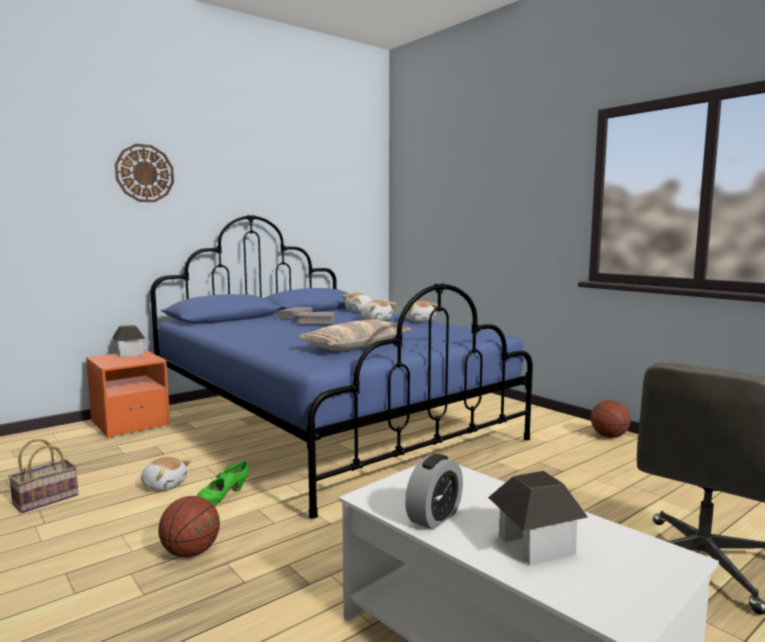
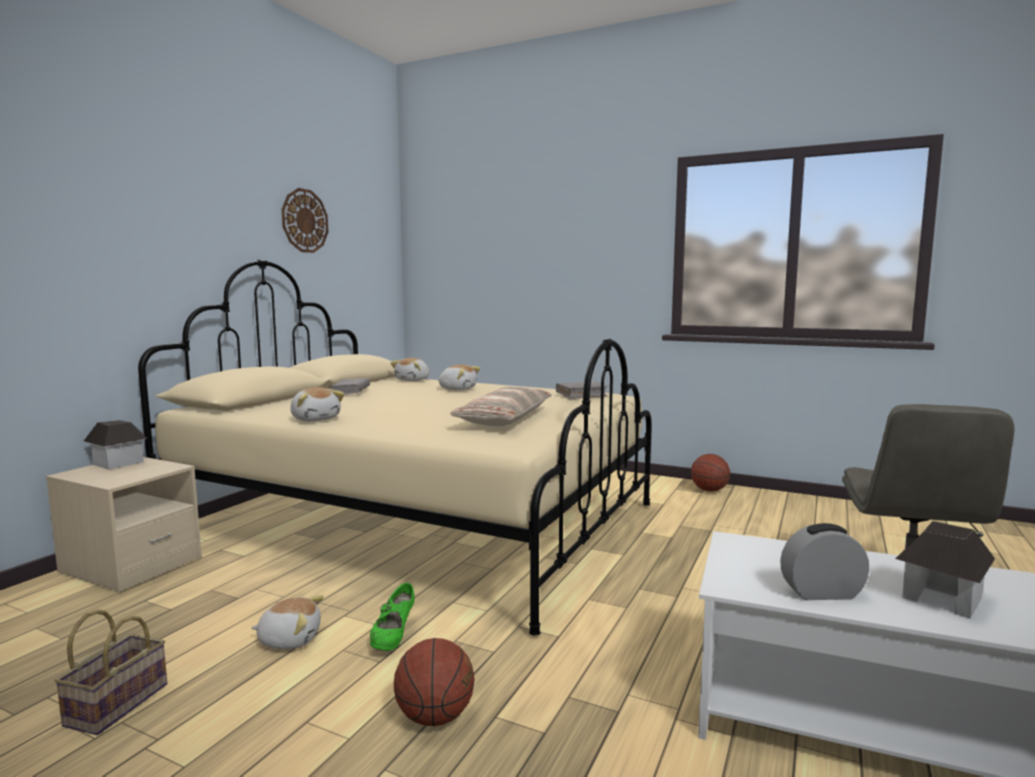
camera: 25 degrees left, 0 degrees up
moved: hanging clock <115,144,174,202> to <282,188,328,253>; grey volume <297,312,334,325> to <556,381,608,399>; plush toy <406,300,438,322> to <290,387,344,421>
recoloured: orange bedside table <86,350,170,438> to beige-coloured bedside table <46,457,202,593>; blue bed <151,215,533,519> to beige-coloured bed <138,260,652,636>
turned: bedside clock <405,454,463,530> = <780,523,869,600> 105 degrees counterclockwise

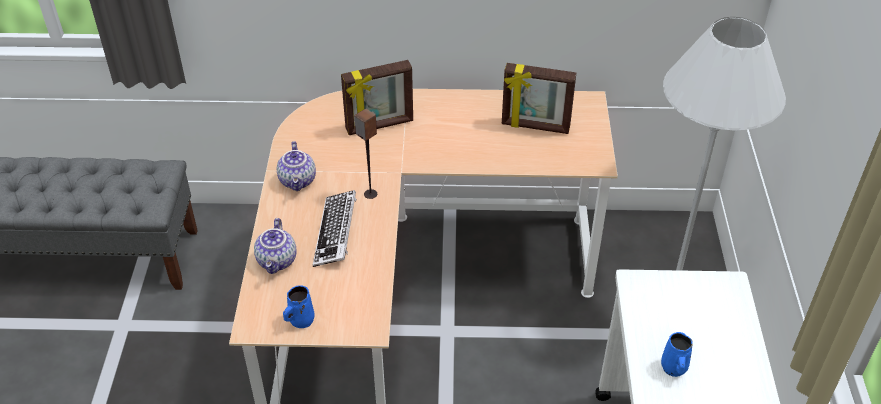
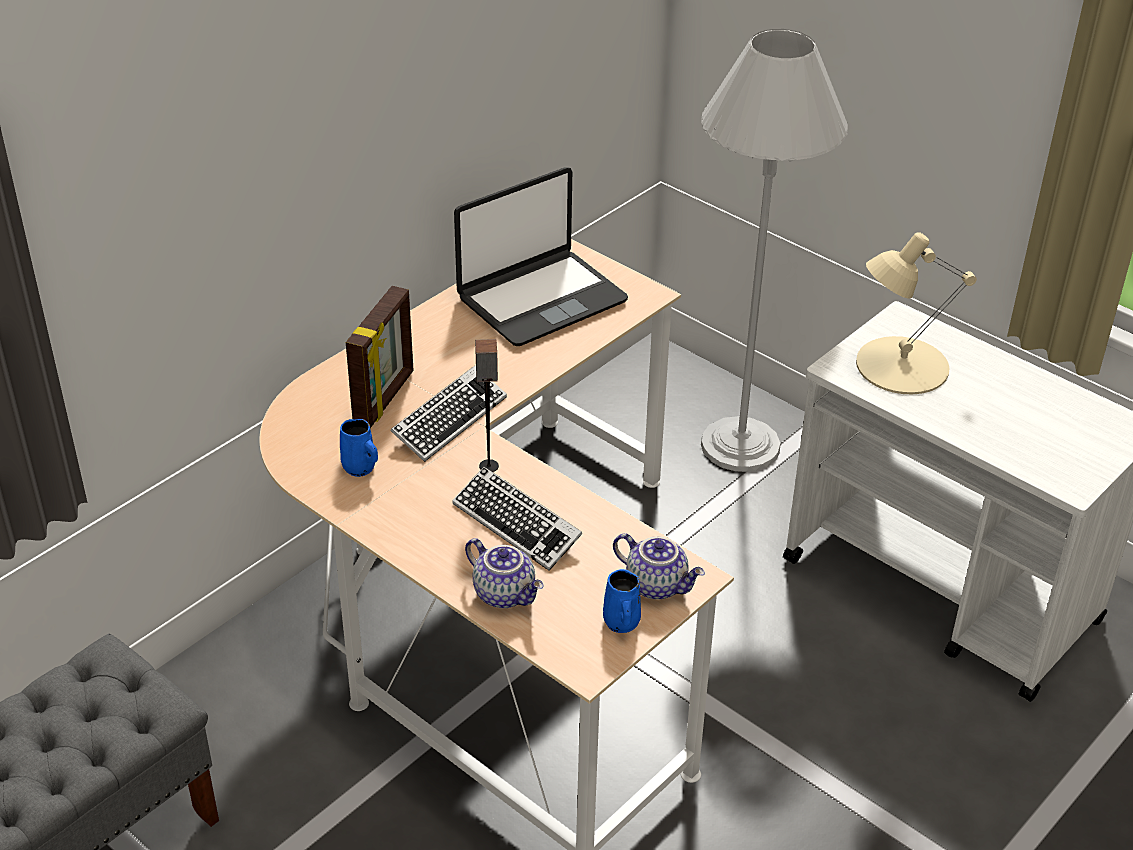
camera: 50 degrees left, 5 degrees down
added: PC keyboard <391,366,507,462>; beige-coloured table lamp <856,232,977,394>
moved: teapot <277,141,316,191> to <613,533,705,600>; blue coffee mug <661,332,693,377> to <340,419,378,477>
replaced: standing frame <502,63,576,134> to portable computer <454,167,628,346>

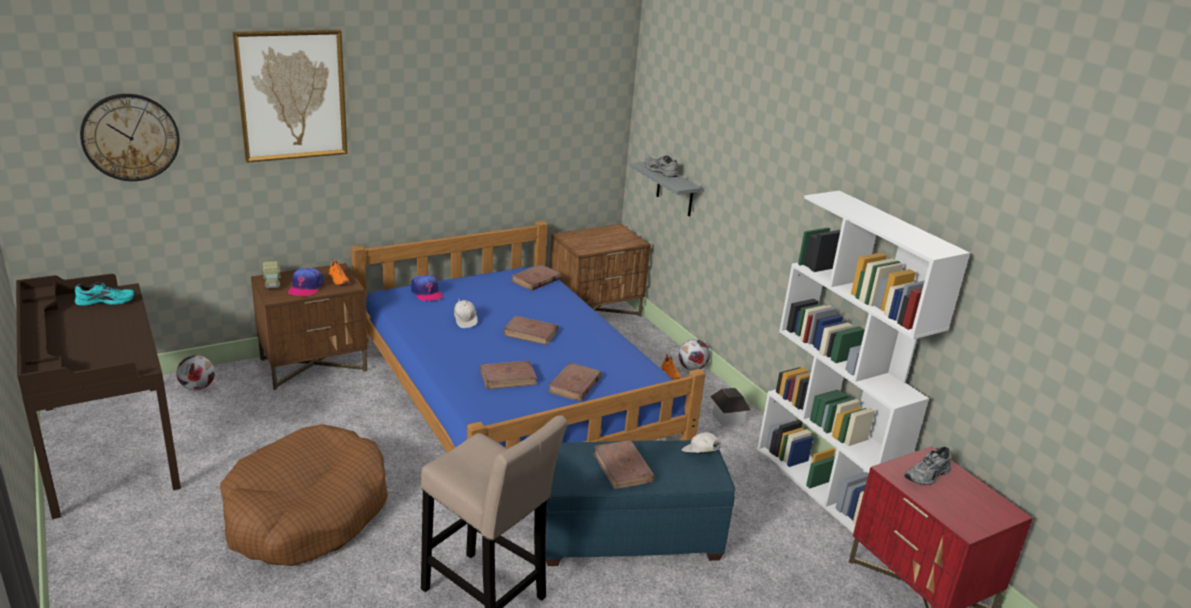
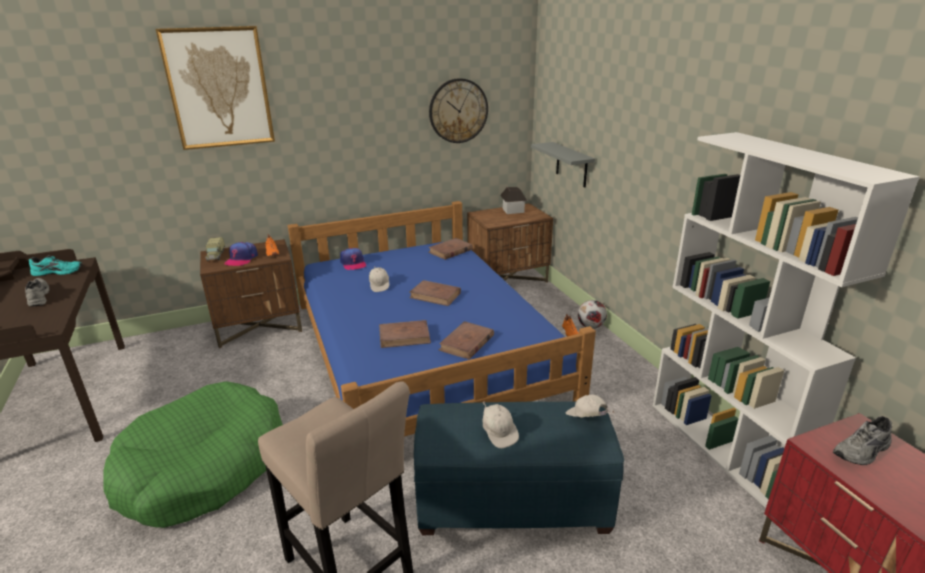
camera: 10 degrees right, 0 degrees up
removed: football <176,355,215,390>
moved: hanging clock <80,94,180,181> to <429,78,488,143>; grey shoe <645,156,678,177> to <25,278,49,306>; model house <710,388,751,427> to <500,187,527,214>
replaced: brown-coloured volume <593,440,655,489> to white peaked cap <483,401,519,448>
recoloured: brown-coloured dog cushion <220,424,388,566> to greenish dog cushion <104,381,283,528>

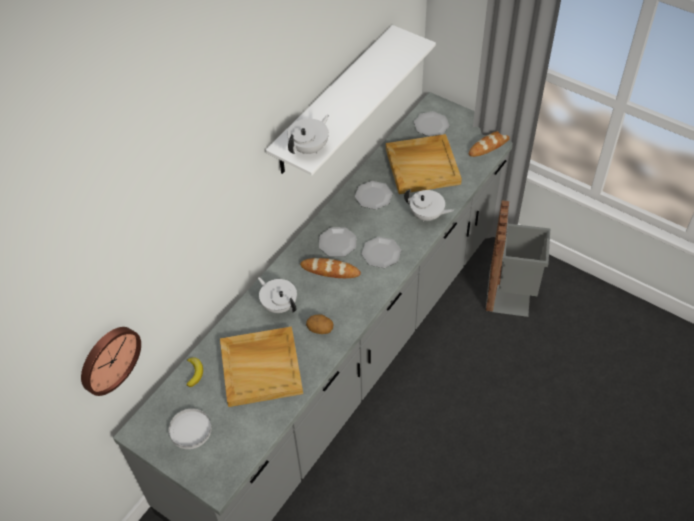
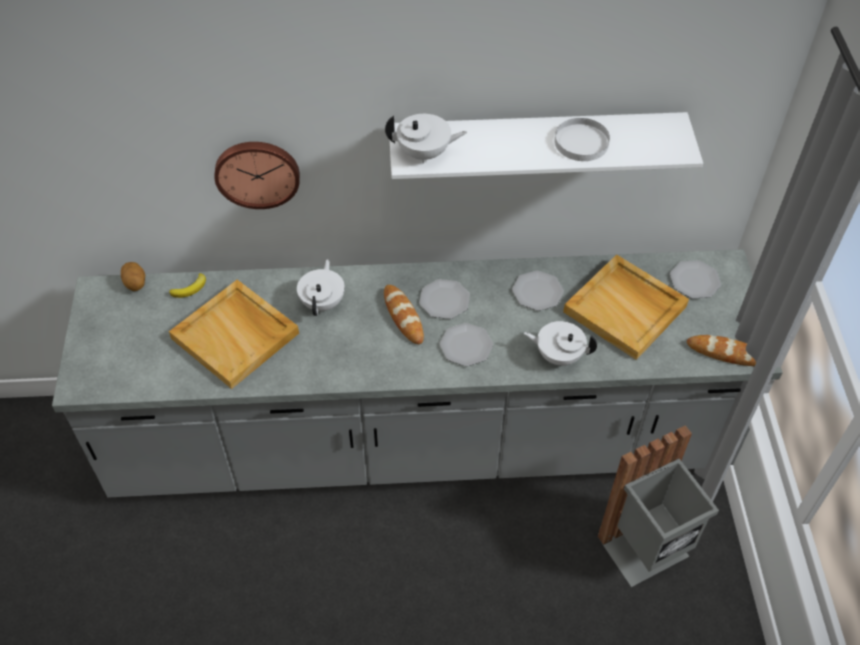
camera: 50 degrees right, 0 degrees up
moved: hanging clock <81,327,141,396> to <214,142,300,209>; white flat dish <169,408,211,449> to <555,118,610,161>; spud <306,314,333,334> to <121,262,145,291>
turned: white teapot <404,189,454,222> = <524,321,597,366> 120 degrees clockwise

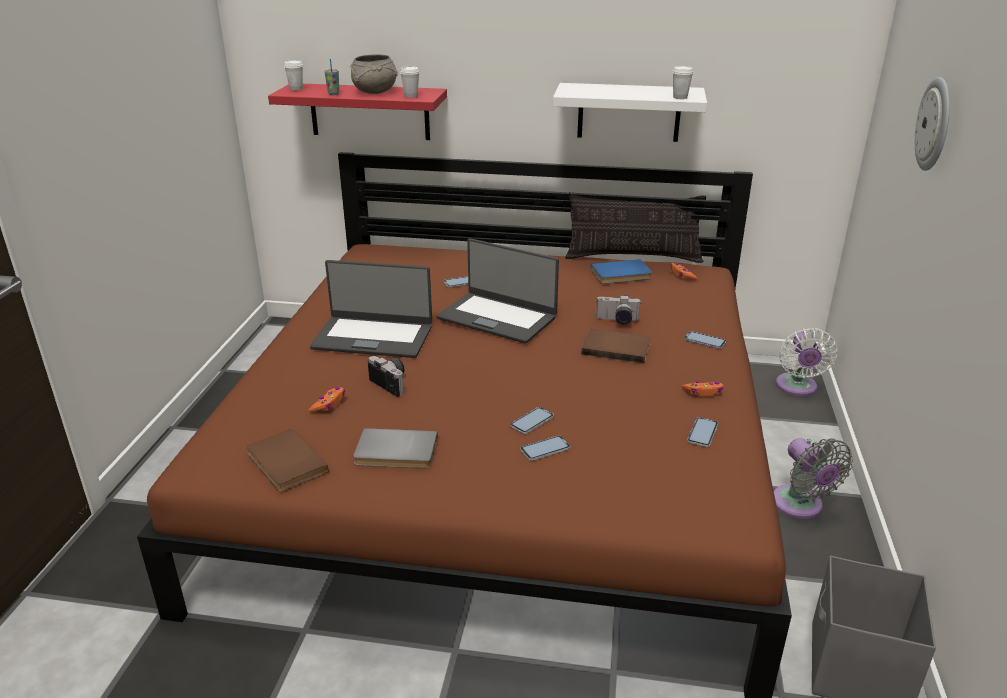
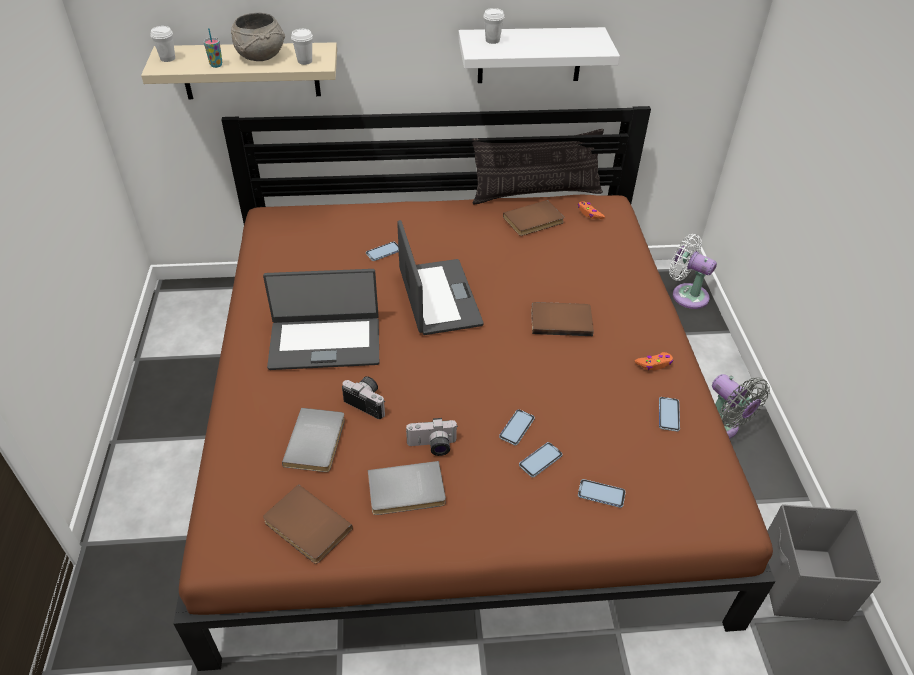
camera: 15 degrees left, 15 degrees up
removed: hanging clock <915,77,950,171>
moved: photo camera <596,295,641,325> to <406,418,457,456>; white cup <672,66,693,99> to <483,8,504,44>; telephone <684,331,726,349> to <578,479,626,508>
replaced: orange game controller <309,387,345,413> to grey volume <282,408,345,472>
recoloured: red wall shelf <268,84,447,140> to beige-coloured wall shelf <141,42,337,99>; blue volume <591,259,652,284> to brown-coloured volume <503,200,564,236>
turned: portable computer <437,238,559,344> = <397,220,484,335> 120 degrees counterclockwise; white electric fan <776,328,838,396> = <669,234,717,309> 135 degrees clockwise

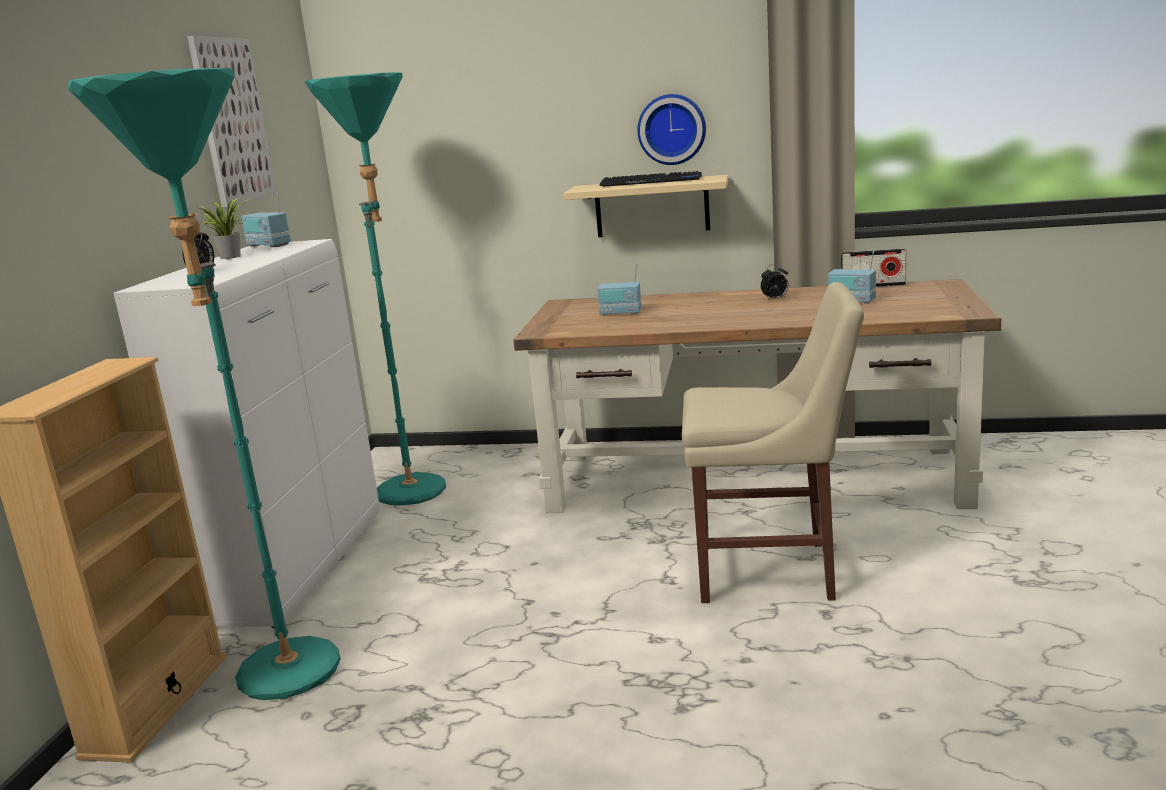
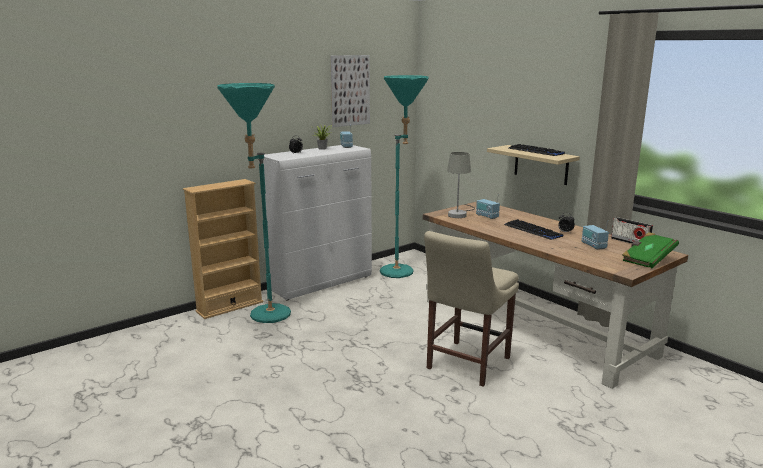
camera: 40 degrees right, 0 degrees up
removed: hanging clock <637,94,706,165>
added: grey table lamp <447,152,475,218>; PC keyboard <504,219,563,240>; greenish volume <622,232,679,268>
turned: beige-coloured chair <682,282,864,603> = <424,231,519,387> 75 degrees clockwise

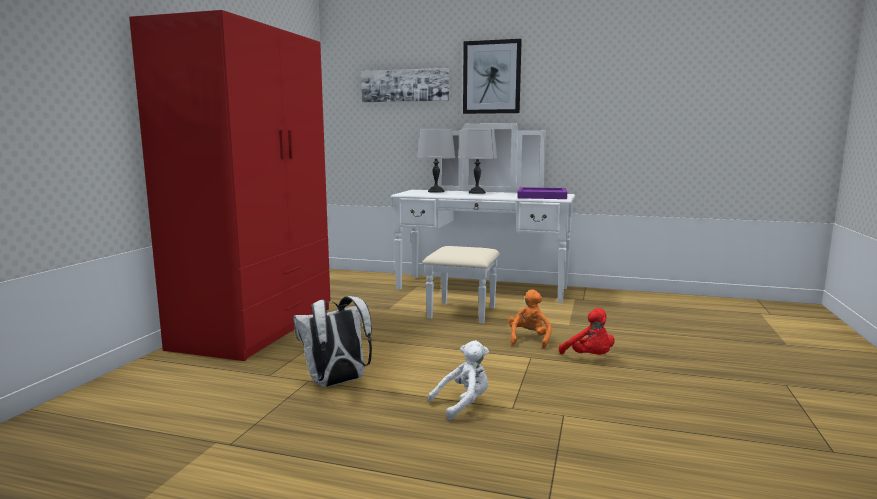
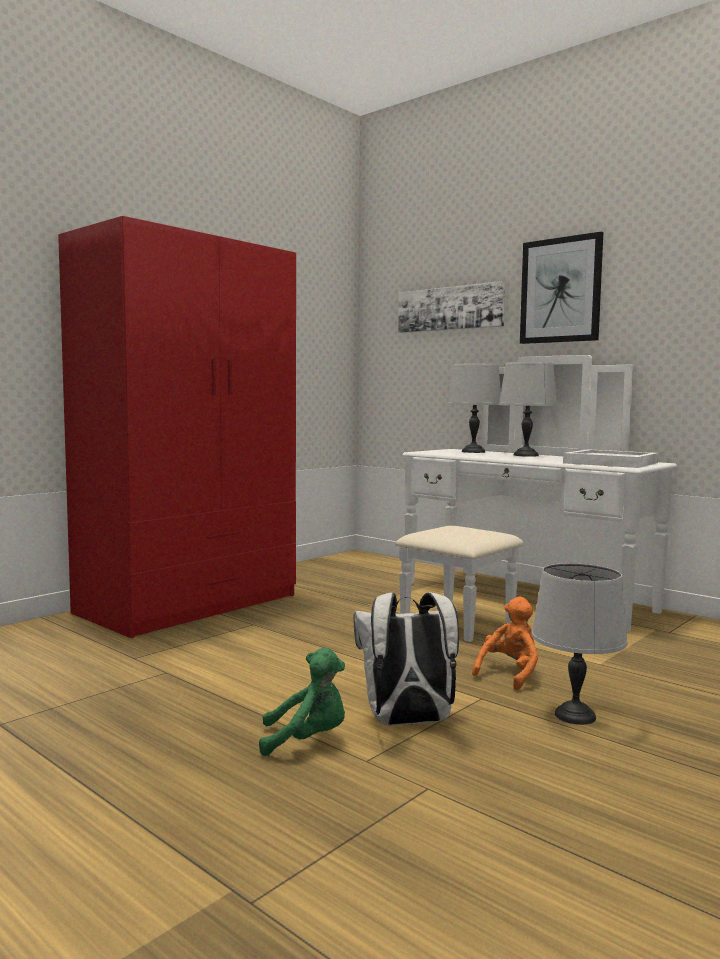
camera: 25 degrees right, 5 degrees down
moved: white backpack <293,296,372,387> to <353,592,459,725>
replaced: red plush toy <559,308,615,355> to grey table lamp <532,563,628,725>
recoloured: white plush toy <428,341,489,420> to greenish plush toy <259,648,345,756>; purple-coloured serving tray <517,187,567,199> to white serving tray <563,449,658,468>

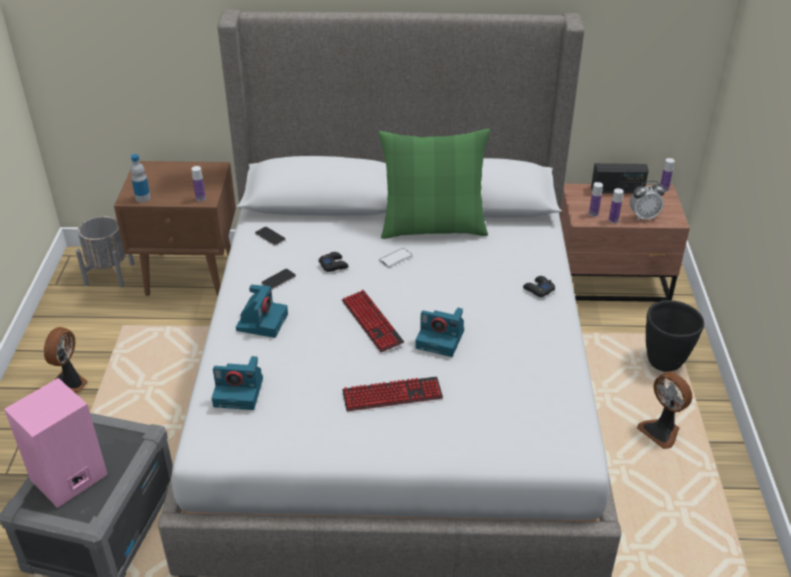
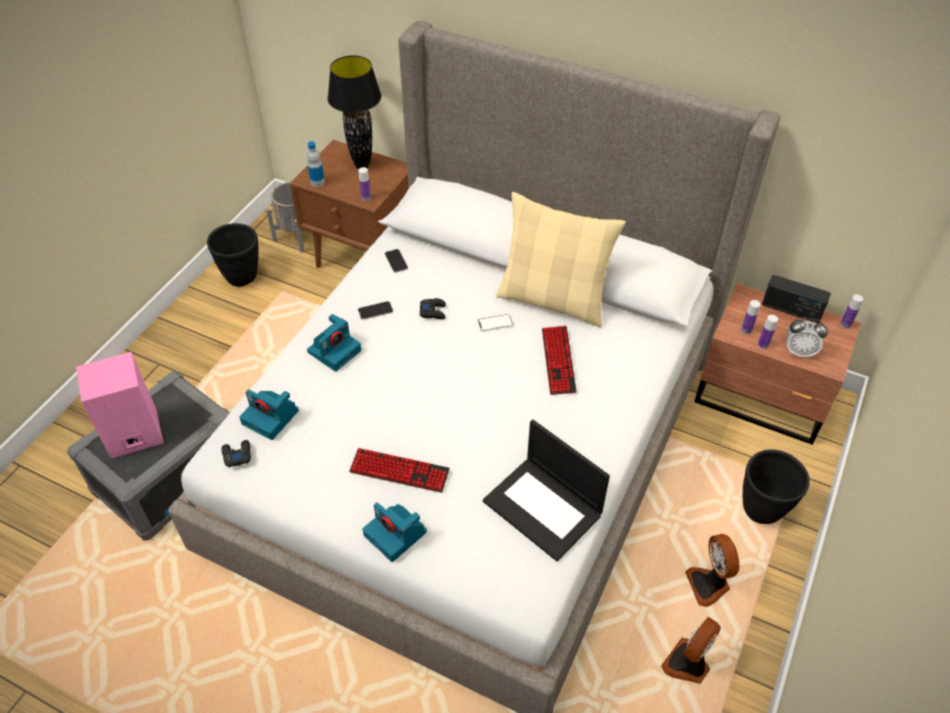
camera: 25 degrees right, 10 degrees up
added: blackish plant pot <207,223,259,287>; blackish table lamp <328,56,381,169>; portable computer <483,419,610,561>
moved: electric fan <44,327,88,393> to <661,617,721,684>; PC keyboard <342,290,404,352> to <542,325,577,395>; photo camera <415,308,464,357> to <363,502,427,562>; blackish game controller <523,276,555,297> to <222,440,251,467>
recoloured: greenish pillow <378,129,490,239> to beige-coloured pillow <496,192,626,327>

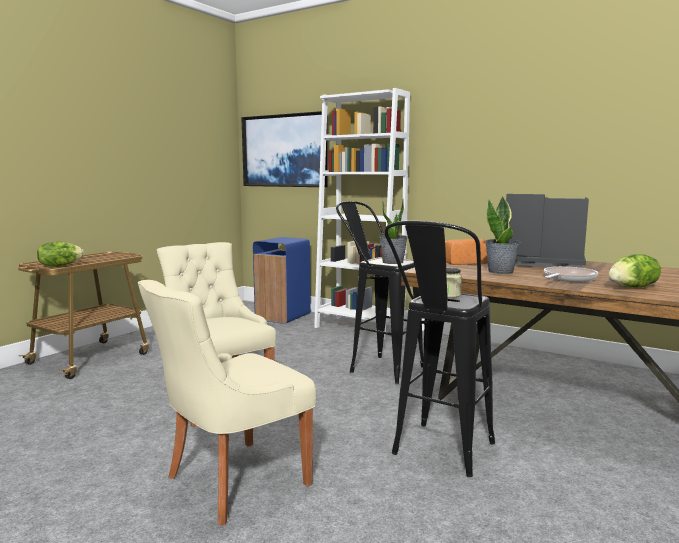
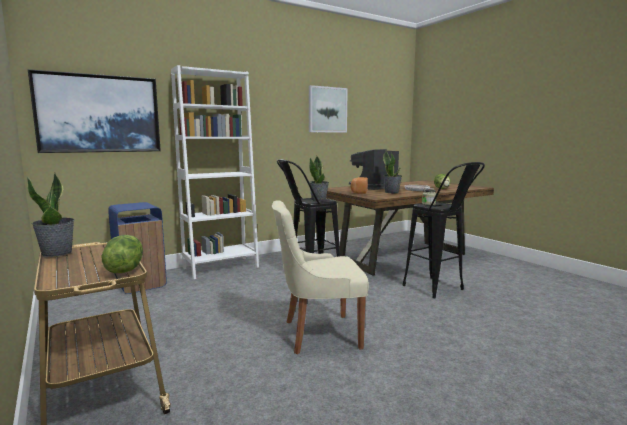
camera: 65 degrees left, 0 degrees up
removed: beige-coloured chair <138,280,316,525>
added: plant in a pot <27,173,75,257>; picture <309,85,348,133>

